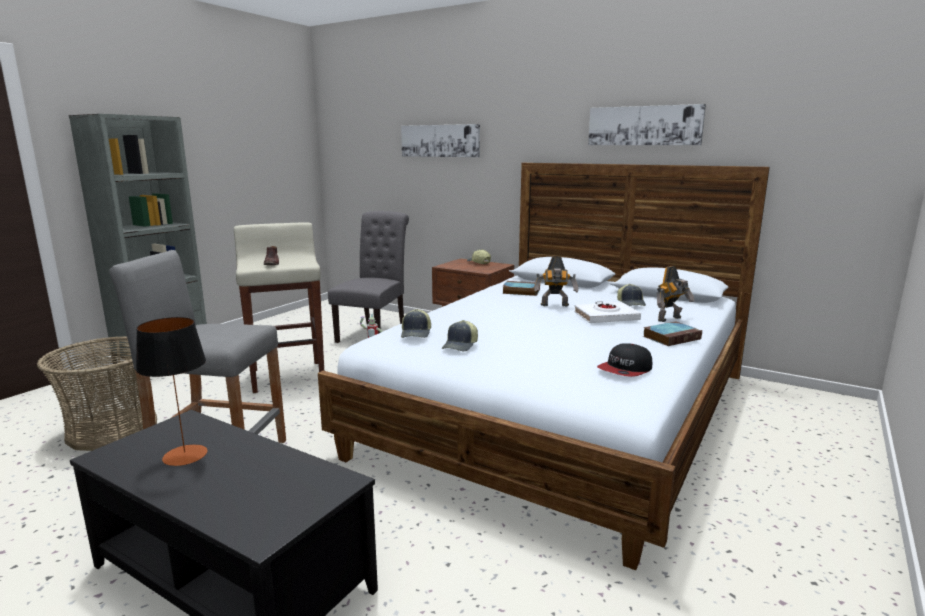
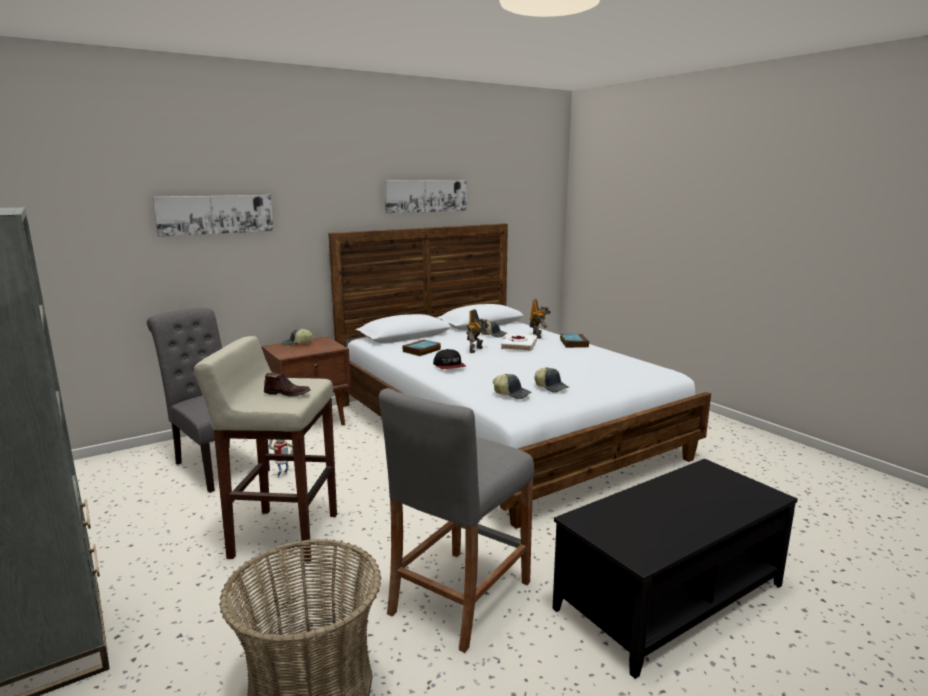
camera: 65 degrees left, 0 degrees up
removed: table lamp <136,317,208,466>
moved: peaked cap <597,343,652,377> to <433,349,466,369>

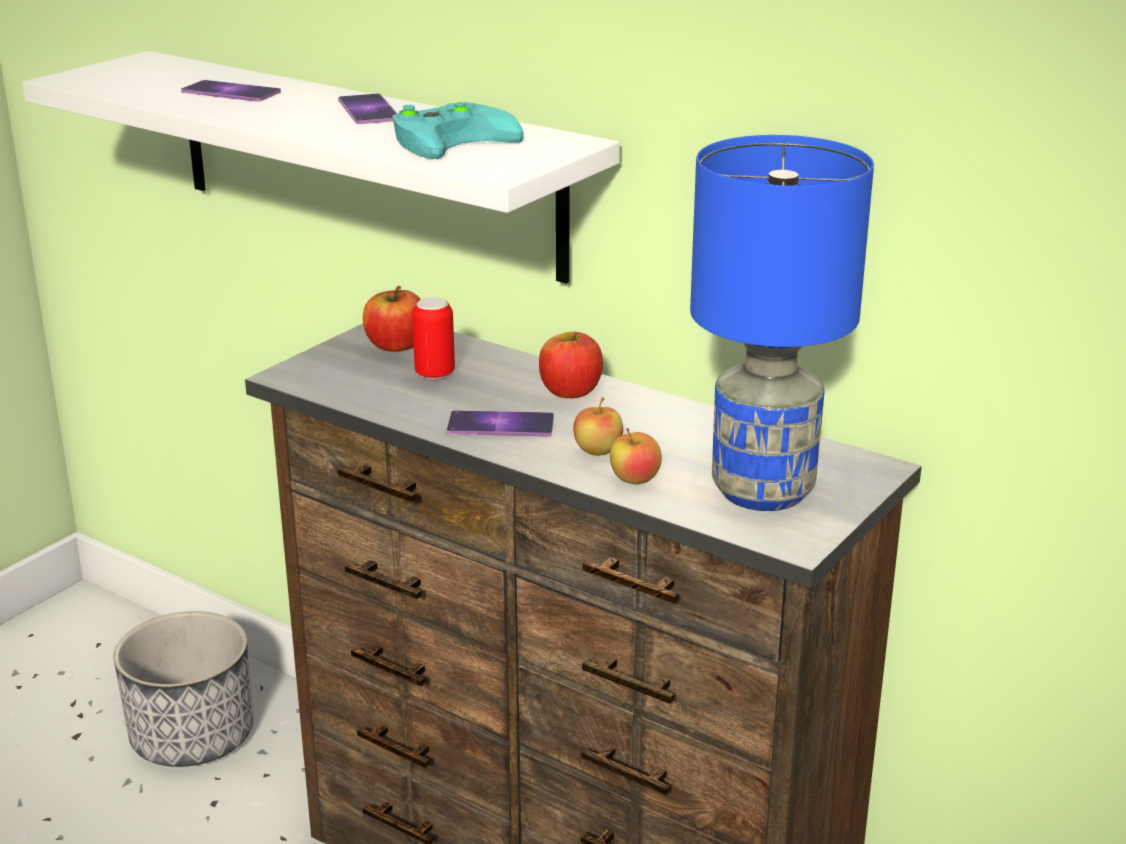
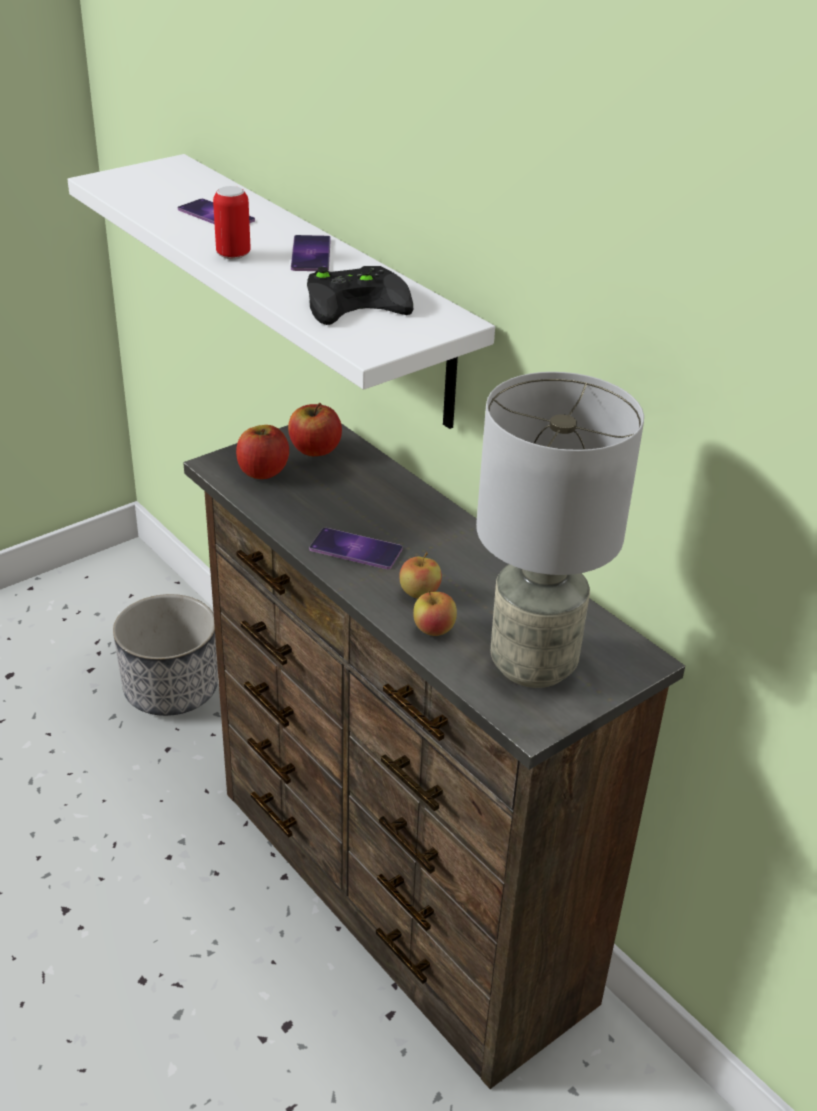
camera: 15 degrees right, 10 degrees up
moved: metal can <412,297,455,380> to <213,186,251,260>; whole apple <539,331,603,398> to <236,425,289,479>
recoloured: turquoise game controller <392,102,524,159> to blackish game controller <307,266,413,325>; blue table lamp <690,135,874,511> to grey table lamp <476,372,644,688>

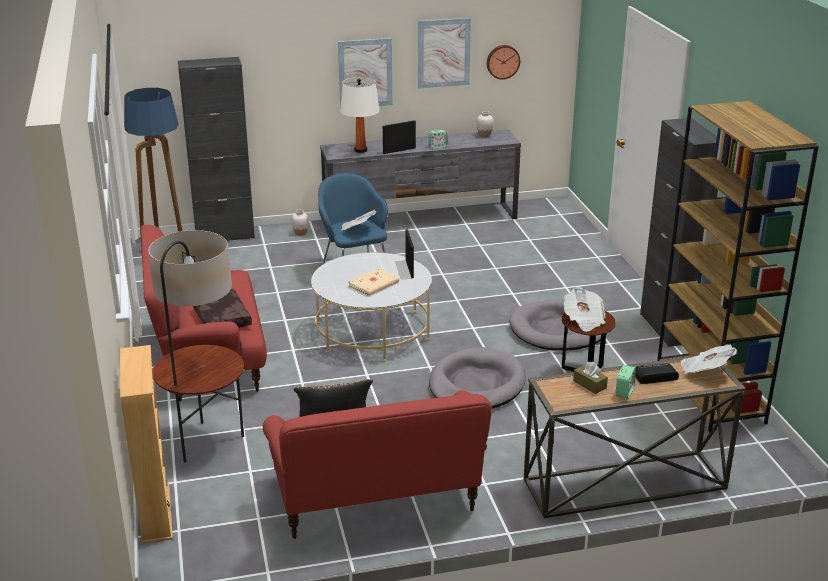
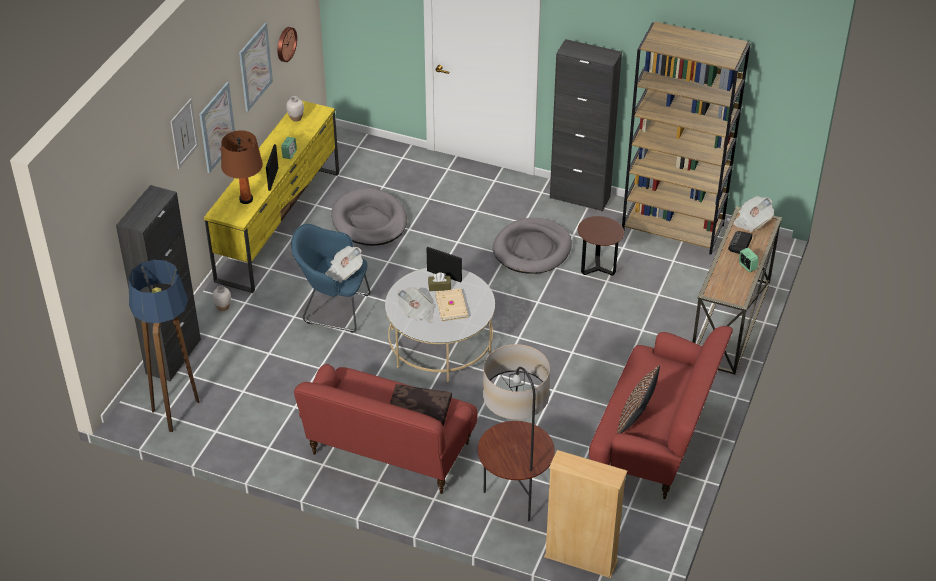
camera: 55 degrees left, 15 degrees up
added: picture <170,98,199,169>
moved: grey dog cushion <429,347,526,409> to <331,188,407,246>; printed paper <564,287,606,332> to <397,287,434,322>; brown-coloured tissue holder <573,362,608,394> to <428,272,451,291>
recoloured: grey tv unit <320,129,521,219> to yellowish tv unit <204,101,339,293>; white table lamp <340,77,379,153> to brown-coloured table lamp <221,130,263,204>

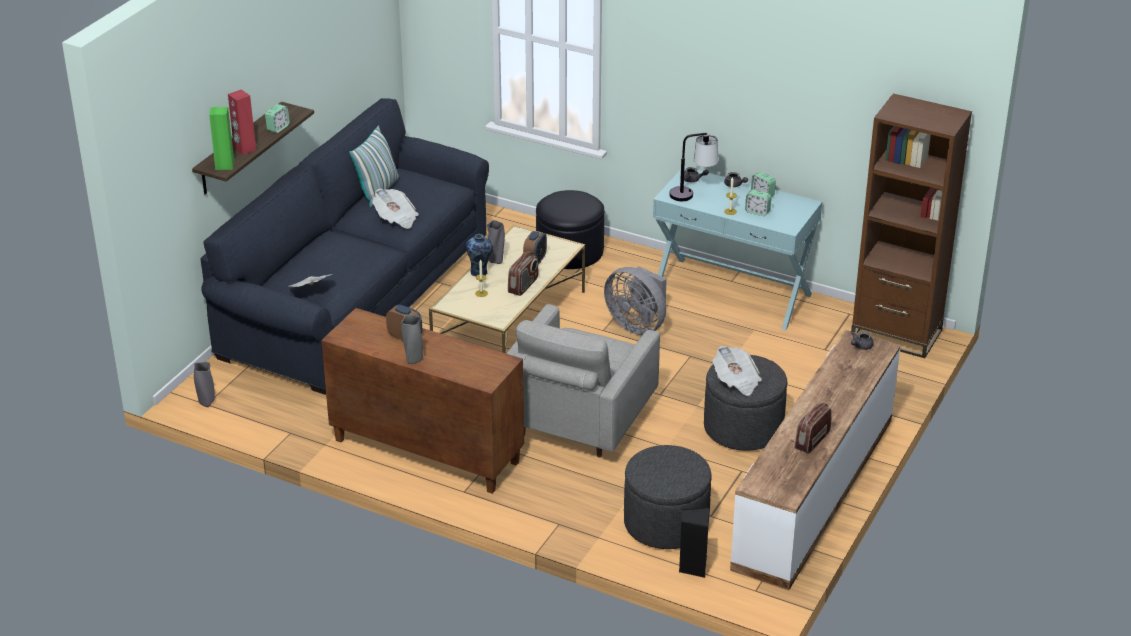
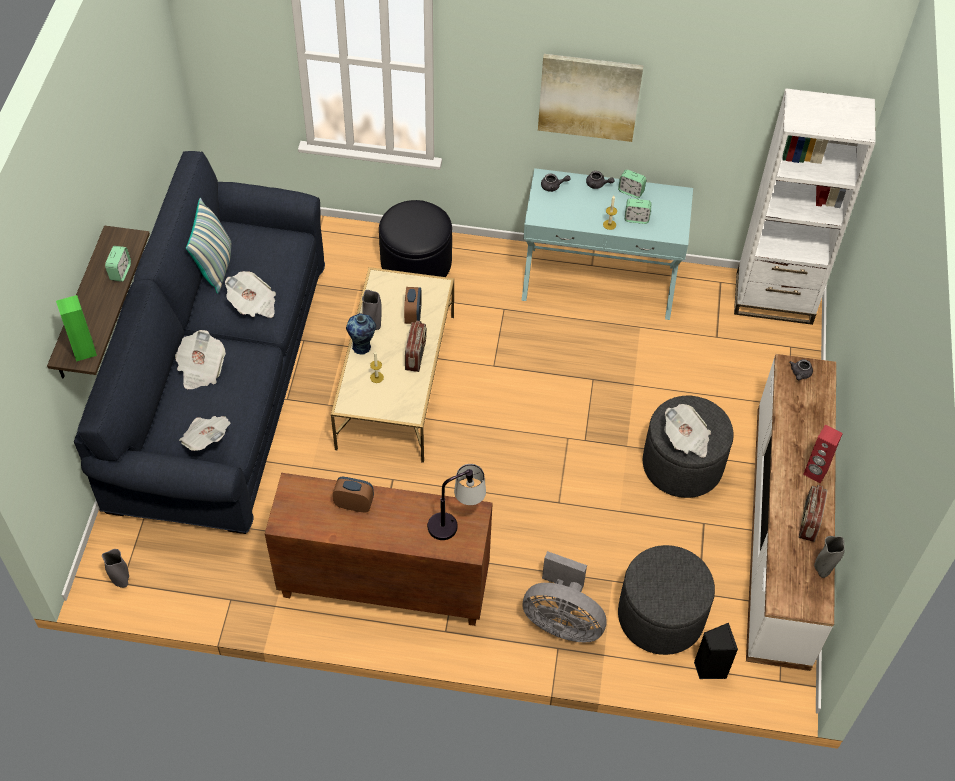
camera: 20 degrees left, 20 degrees up
removed: grey armchair <506,304,660,458>
added: printed paper <175,330,226,389>; picture <538,54,643,142>
moved: red loudspeaker <228,89,256,155> to <803,424,843,483>; grey vase <401,315,423,364> to <814,536,845,578>; grey electric fan <604,266,667,335> to <522,551,607,642>; table lamp <669,133,719,201> to <427,464,486,540>
recoloured: brown-coloured bookcase <851,94,972,358> to white bookcase <734,88,876,325>

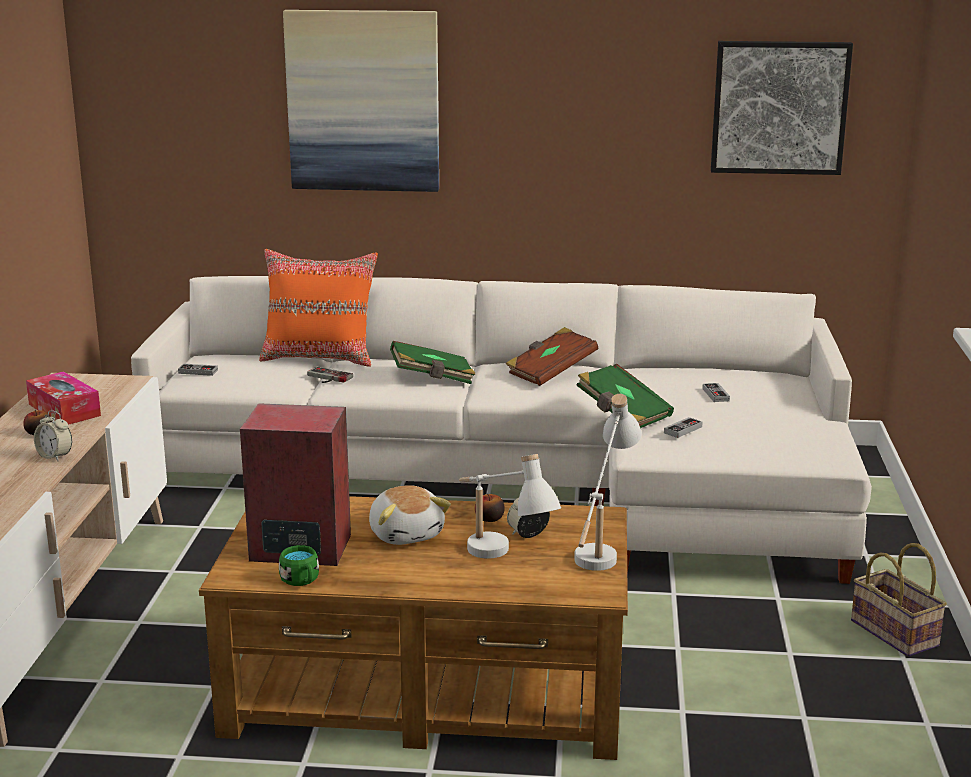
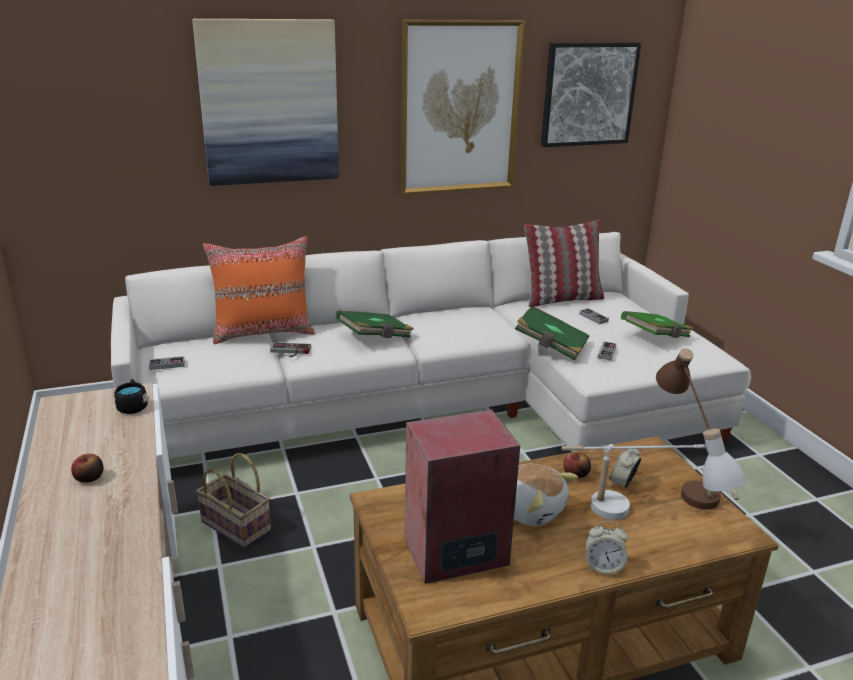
camera: 25 degrees left, 5 degrees up
removed: tissue holder <26,371,101,425>; greenish coffee mug <279,545,319,586>; brown-coloured volume <506,327,598,386>
added: blackish coffee mug <114,379,148,414>; picture <400,20,525,195>; pillow <524,220,604,307>; greenish volume <621,311,694,338>
moved: bedside clock <34,411,72,461> to <585,521,628,575>; basket <851,543,947,657> to <196,453,271,548>
recoloured: white table lamp <574,394,642,571> to brown-coloured table lamp <656,348,739,510>

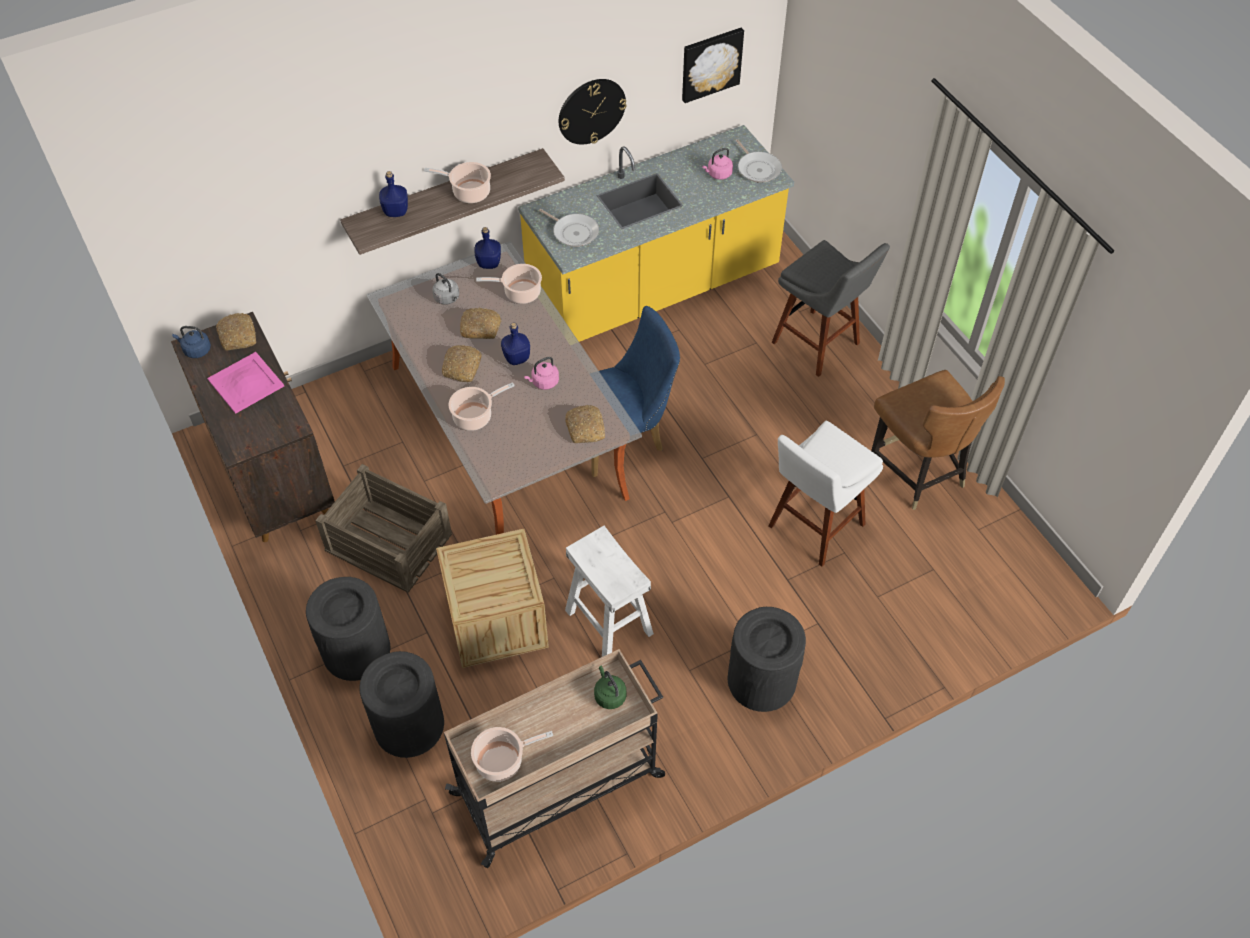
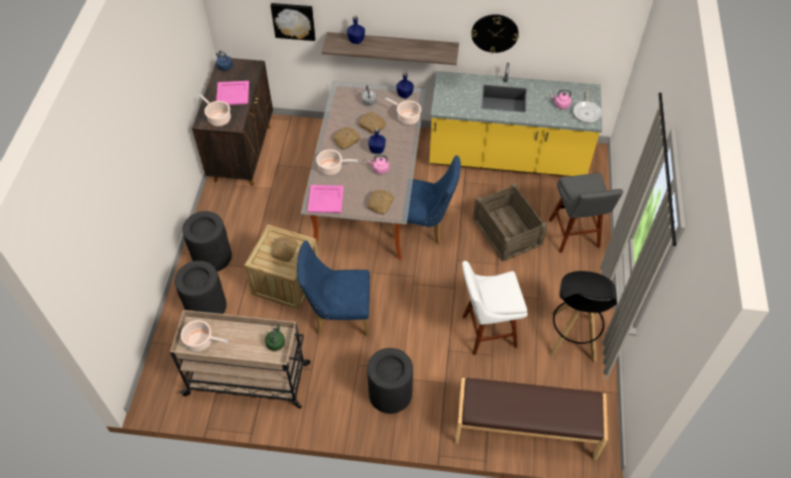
camera: 35 degrees right, 0 degrees up
removed: skillet <539,209,599,247>
added: pink serving tray <308,185,344,213>; brown-coloured long seat <455,378,608,460>
moved: baked bread <216,313,256,350> to <271,237,298,262>; shipping crate <315,464,452,593> to <473,183,548,262>; stockpot <424,162,491,203> to <199,94,231,126>; picture <682,28,744,103> to <271,3,316,41>
replaced: white stool <565,526,654,657> to blue chair <297,240,370,336>; brown-coloured chair <871,370,1005,510> to blackish stool <550,271,617,362>

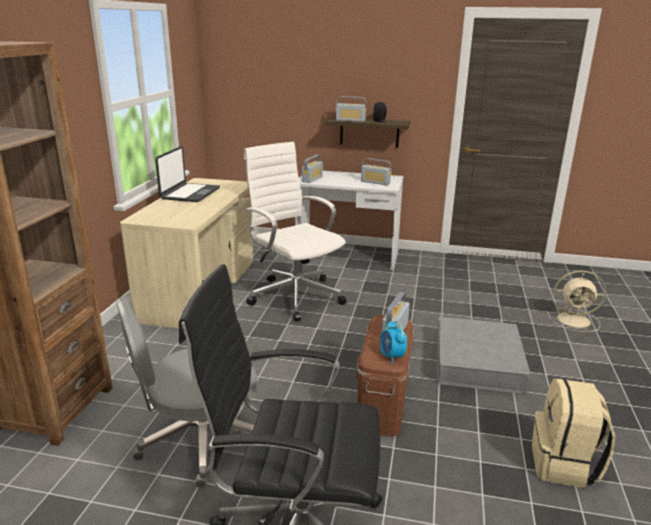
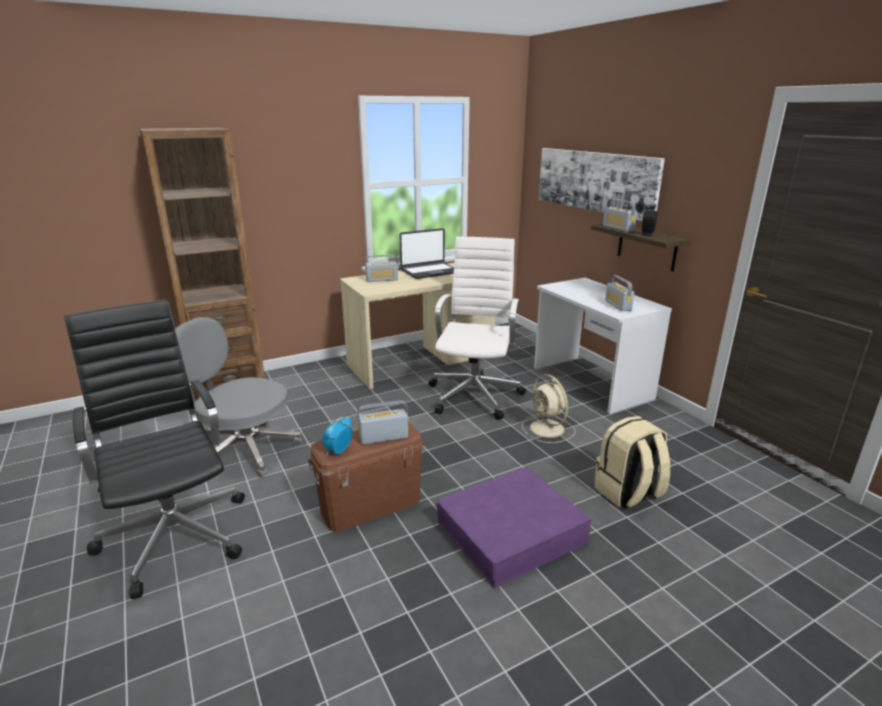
camera: 50 degrees right, 0 degrees up
added: picture <539,148,665,221>
moved: radio set <302,155,323,183> to <365,254,398,282>; beige-coloured backpack <532,379,615,488> to <595,416,670,509>; beige-coloured electric fan <547,270,606,332> to <522,374,575,443>
recoloured: grey storage container <437,317,530,394> to purple-coloured storage container <437,467,591,588>

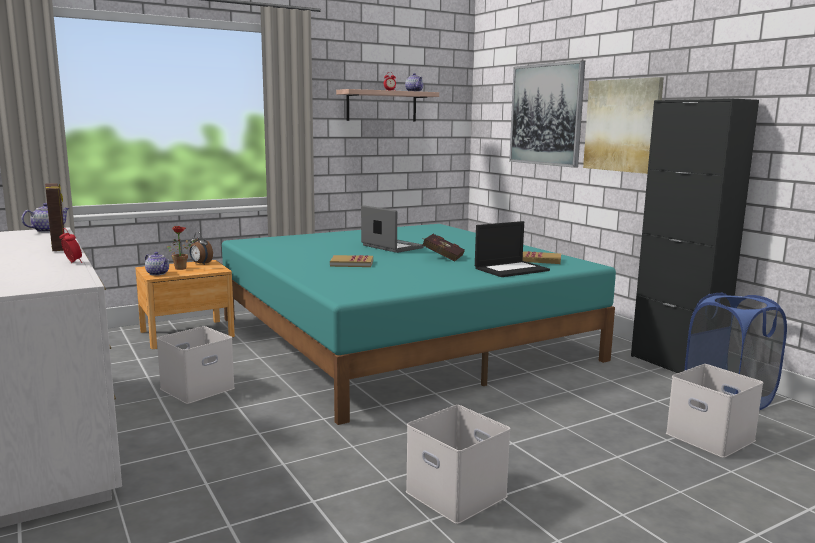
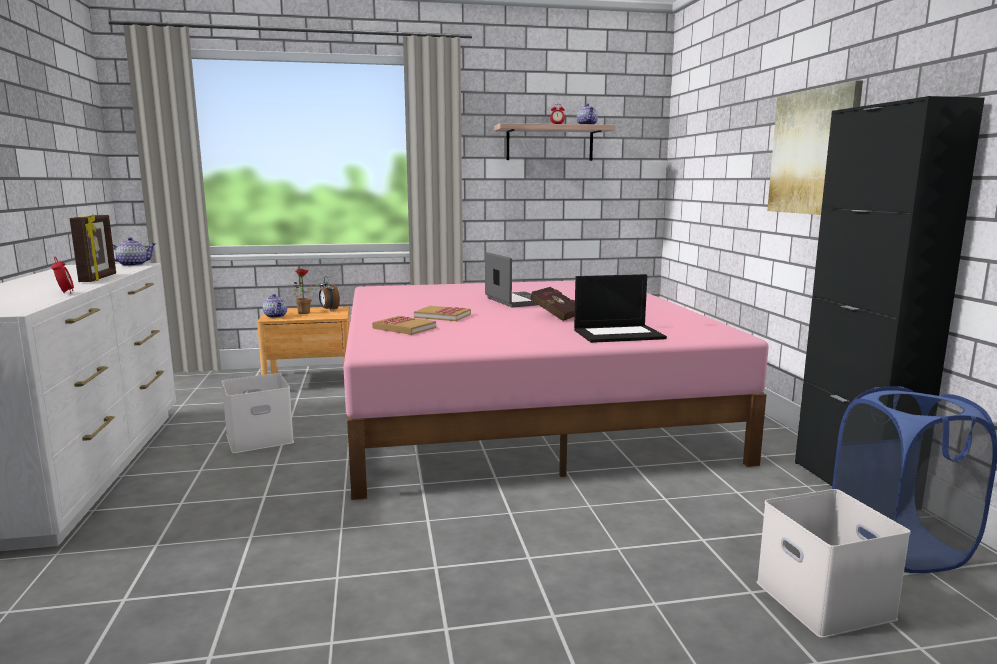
camera: 20 degrees right, 0 degrees up
removed: white storage container <406,405,510,524>; picture <509,60,585,168>
moved: volume <522,251,561,264> to <372,316,436,335>
recoloured: turquoise bed <222,224,616,425> to pink bed <343,281,769,500>

